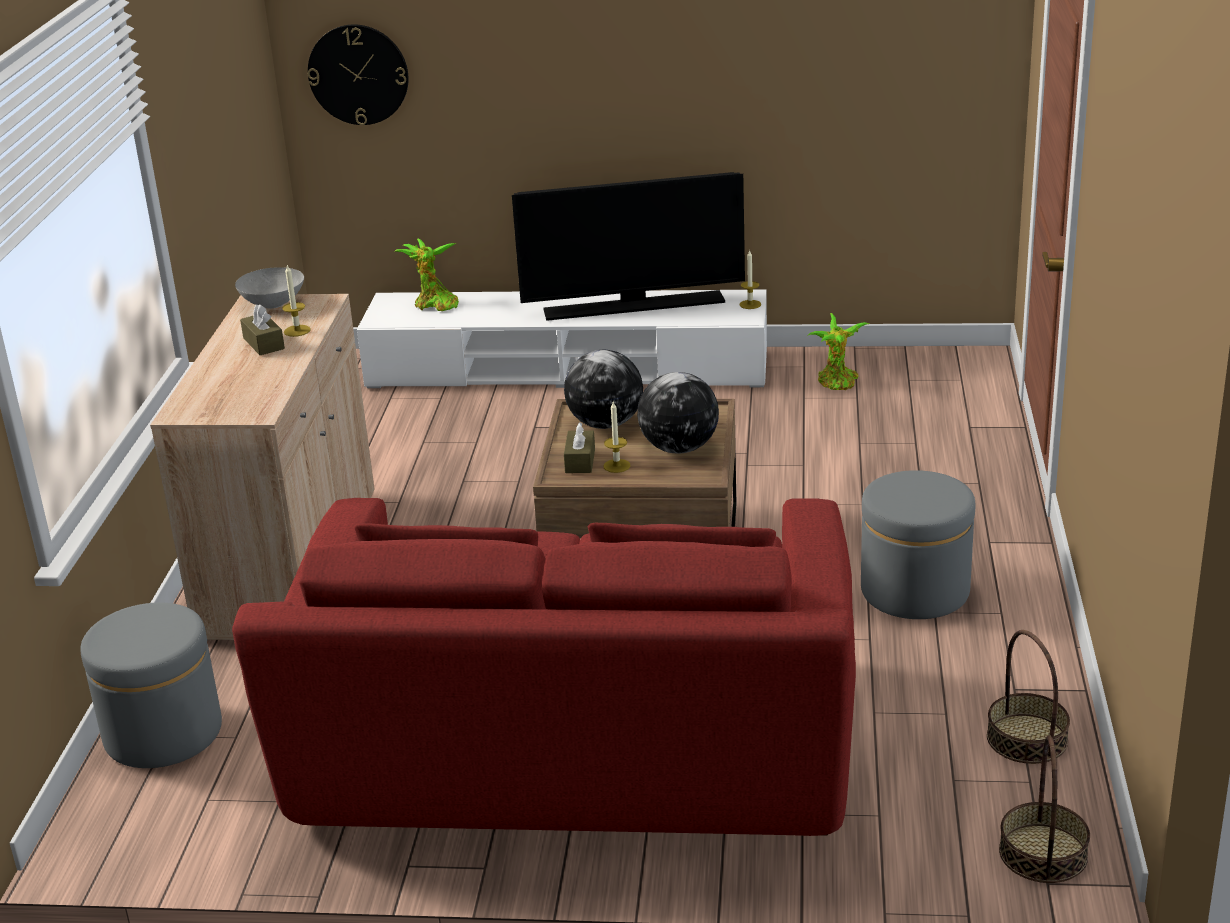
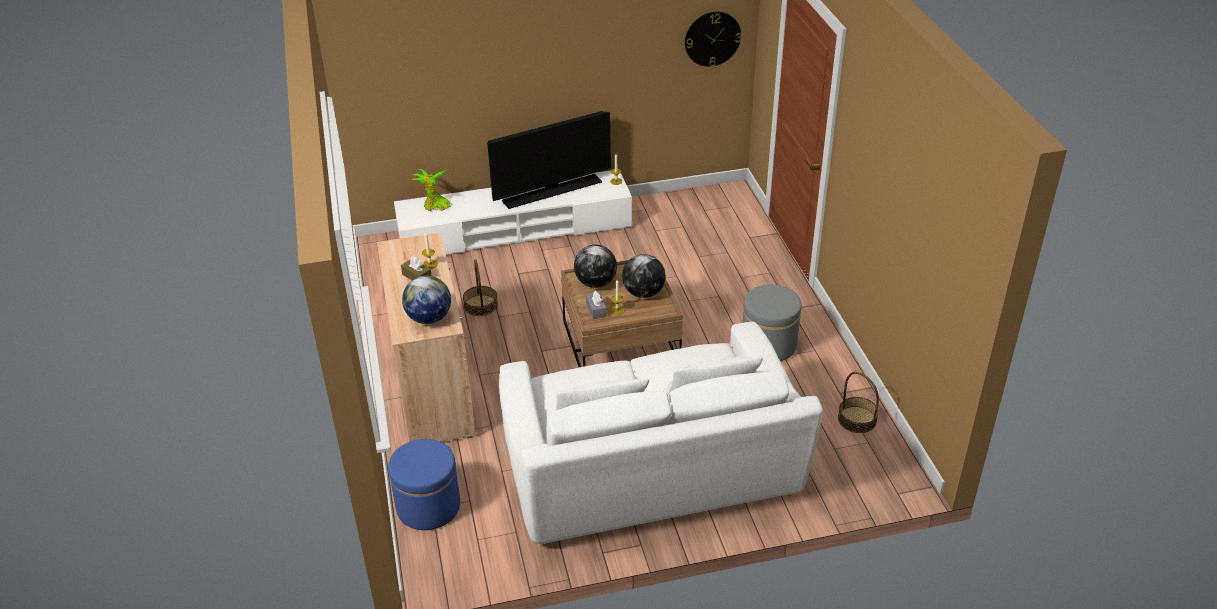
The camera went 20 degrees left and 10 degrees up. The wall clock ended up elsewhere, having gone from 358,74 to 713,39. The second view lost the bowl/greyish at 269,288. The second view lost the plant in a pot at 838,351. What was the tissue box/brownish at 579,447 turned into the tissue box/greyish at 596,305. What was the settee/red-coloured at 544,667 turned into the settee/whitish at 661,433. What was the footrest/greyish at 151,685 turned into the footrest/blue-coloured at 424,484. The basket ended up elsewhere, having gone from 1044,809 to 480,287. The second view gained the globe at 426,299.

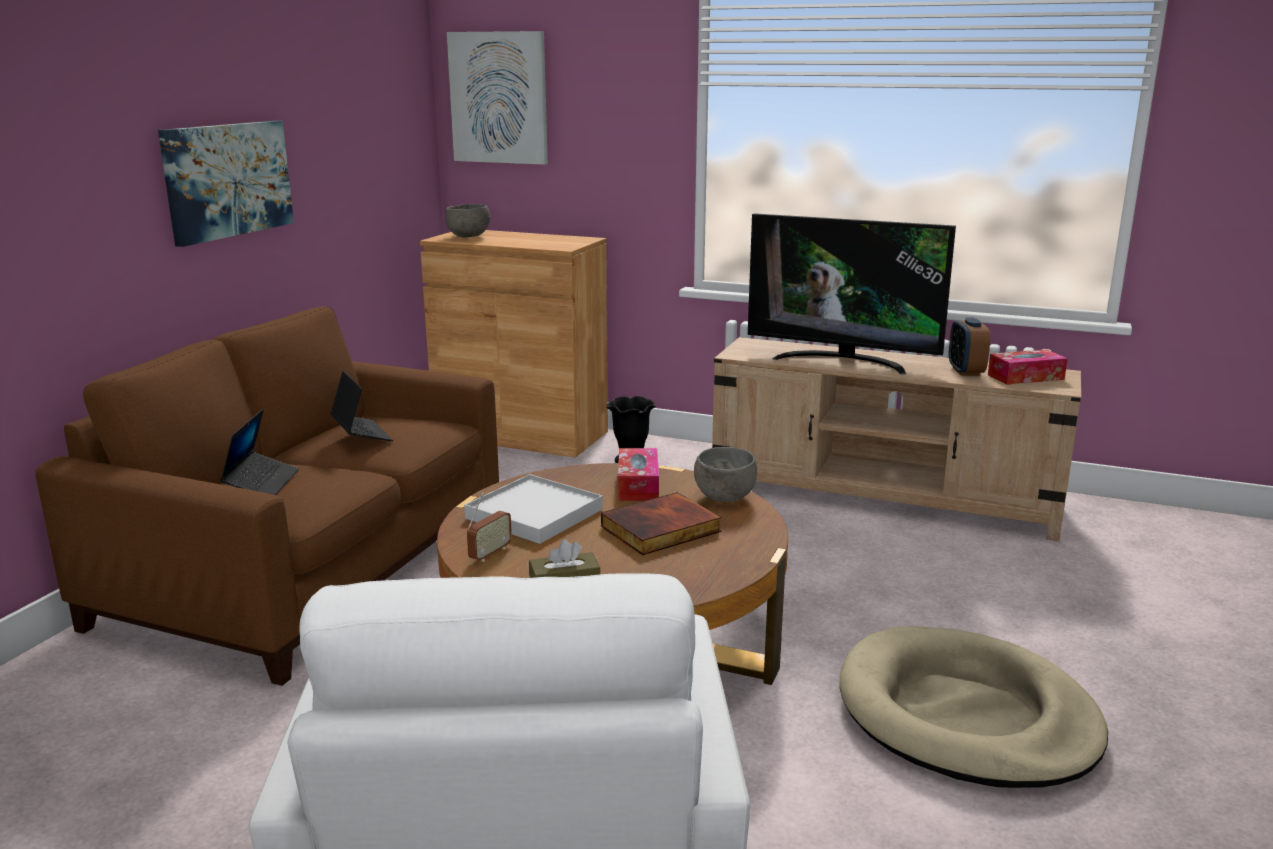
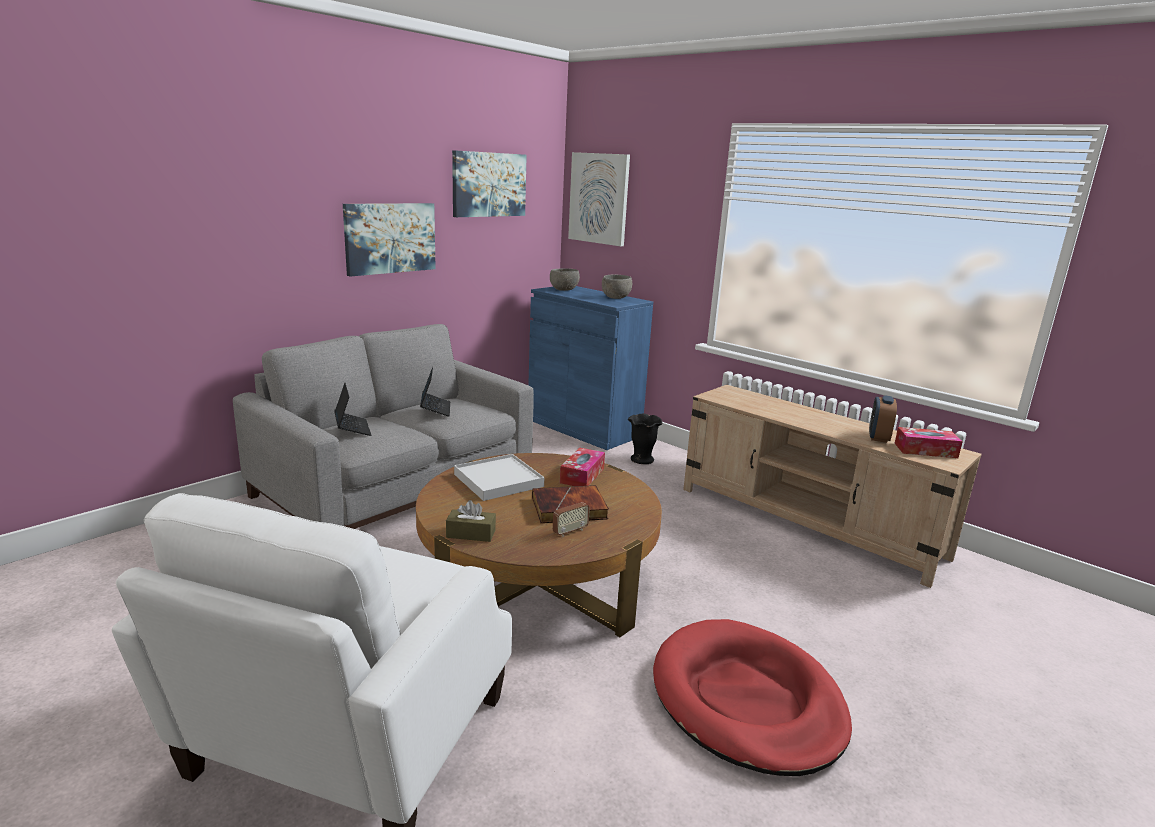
The camera went 20 degrees right and 0 degrees up. The second view lost the TV set at 852,293. What was the storage cabinet/brownish at 514,344 turned into the storage cabinet/blue-coloured at 590,368. What was the settee/brownish at 267,496 turned into the settee/greyish at 383,426. The laptop at 259,452 ended up facing another way, 45 degrees counterclockwise from before. The bowl/greyish ended up elsewhere, having gone from 725,474 to 617,287. The radio set ended up elsewhere, having gone from 489,526 to 571,512. What was the dog cushion/beige at 974,707 turned into the dog cushion/red-coloured at 752,697. The second view gained the picture at 489,183.

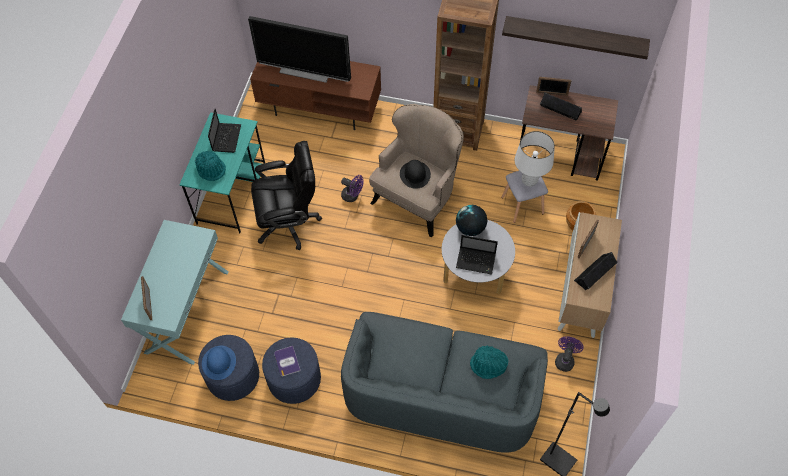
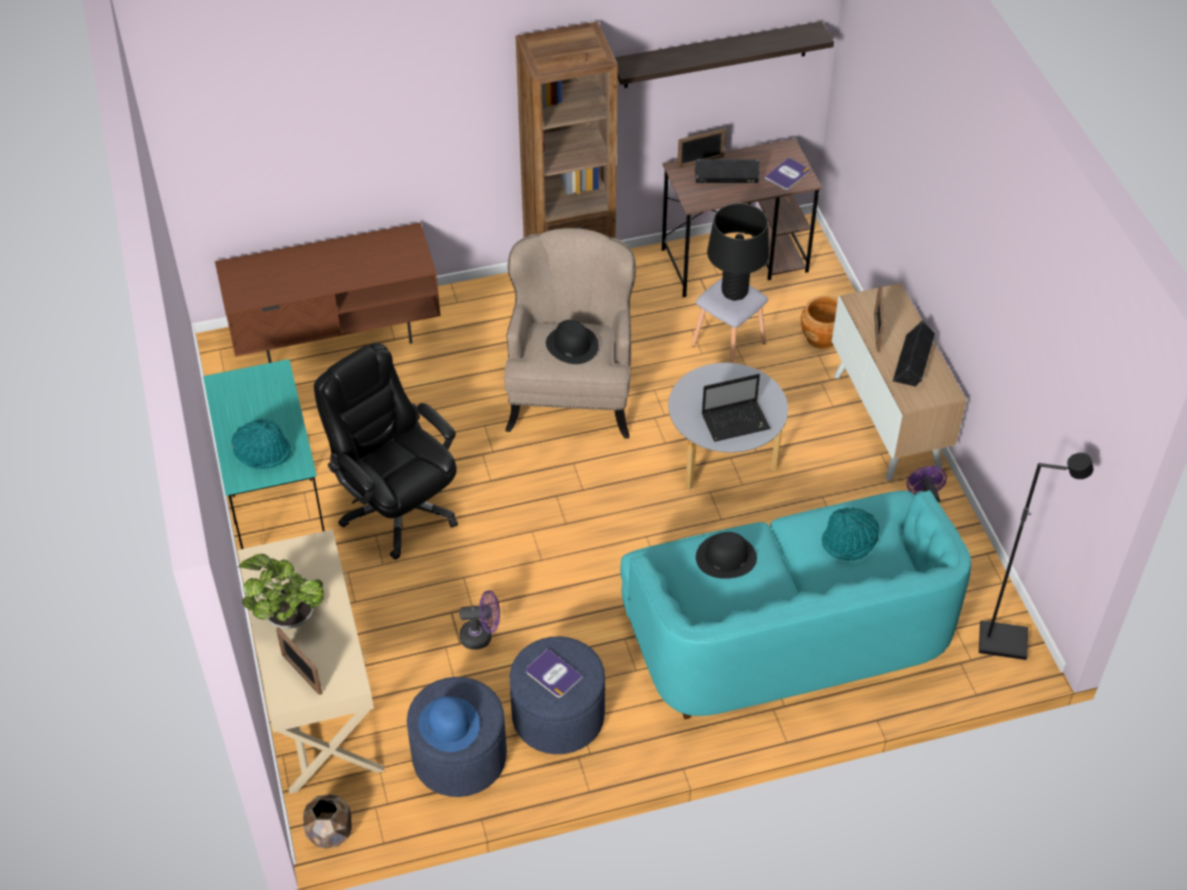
The camera went 30 degrees left and 10 degrees down. The second view lost the TV set at 299,49. The second view lost the laptop at 224,131. What was the tabletop lamp/whitish at 534,159 turned into the tabletop lamp/blackish at 738,252. The office chair/blackish at 286,195 ended up facing another way, 90 degrees counterclockwise from before. The cooling fan/purple ended up elsewhere, having gone from 352,188 to 479,620. The second view lost the globe at 471,220. What was the narrow table/blue-green at 174,292 turned into the narrow table/beige at 311,661. What was the settee/greyish at 444,382 turned into the settee/blue-green at 795,605. The second view gained the volume at 787,173. The second view gained the hat/blackish at 726,555. The second view gained the plant in a pot at 281,591. The second view gained the planter/brownish at 327,821.

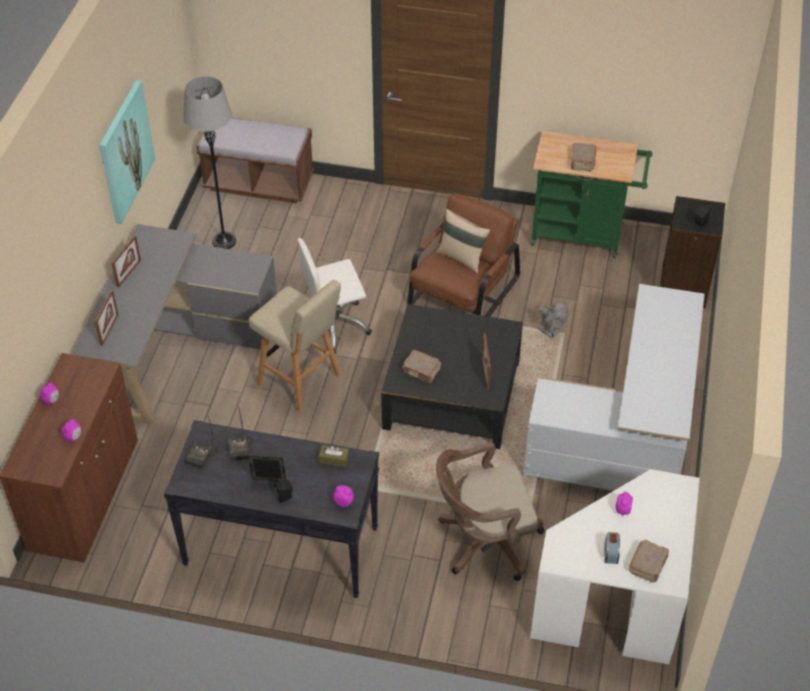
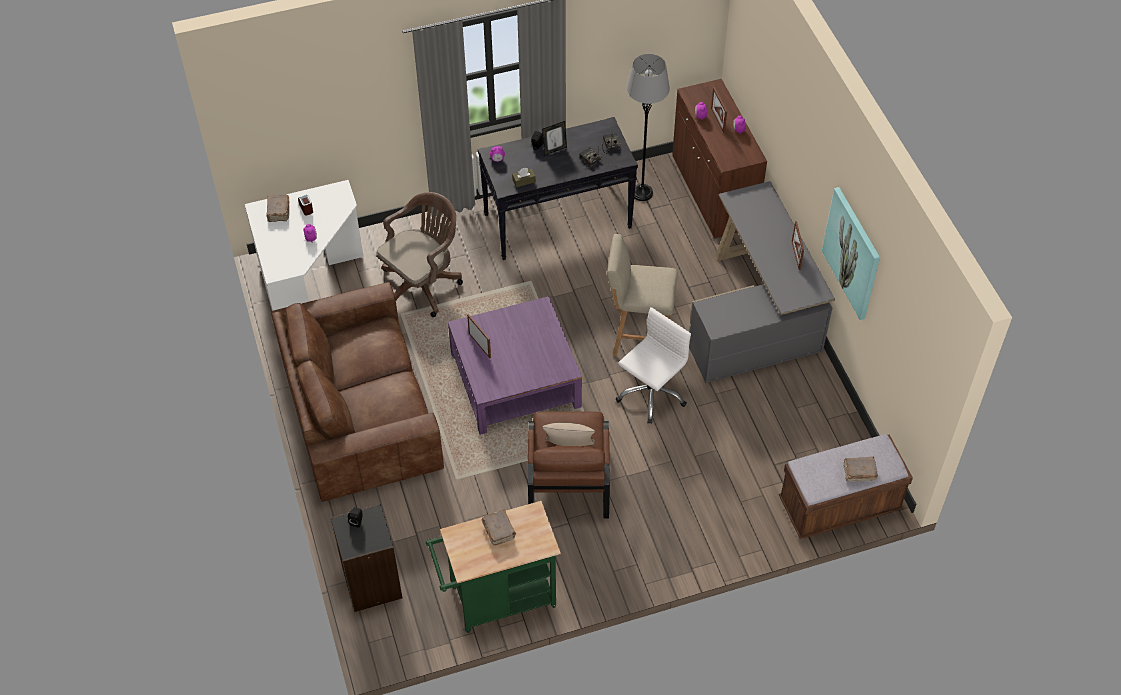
The camera went 150 degrees right and 5 degrees up. The standing lamp/greyish ended up elsewhere, having gone from 209,162 to 648,127. Where the desk unit/whitish stood at 614,387, the settee/brownish came to stand at 357,392. The picture frame ended up elsewhere, having gone from 106,318 to 719,110. The second view lost the cooling fan/greyish at 552,320. What was the low table/blackish at 452,376 turned into the low table/purple at 515,365. The volume/brownish ended up elsewhere, having gone from 421,367 to 861,469.

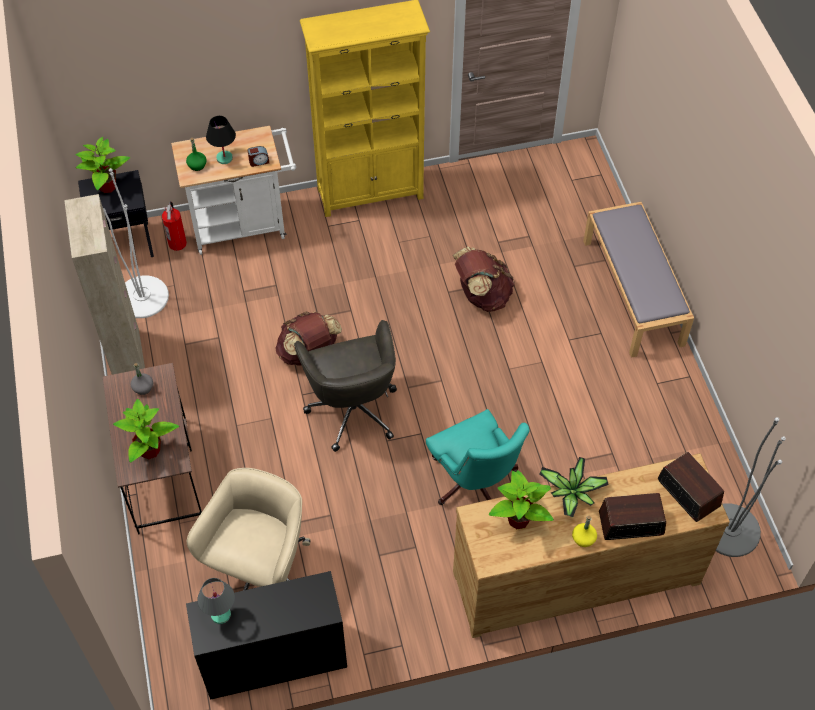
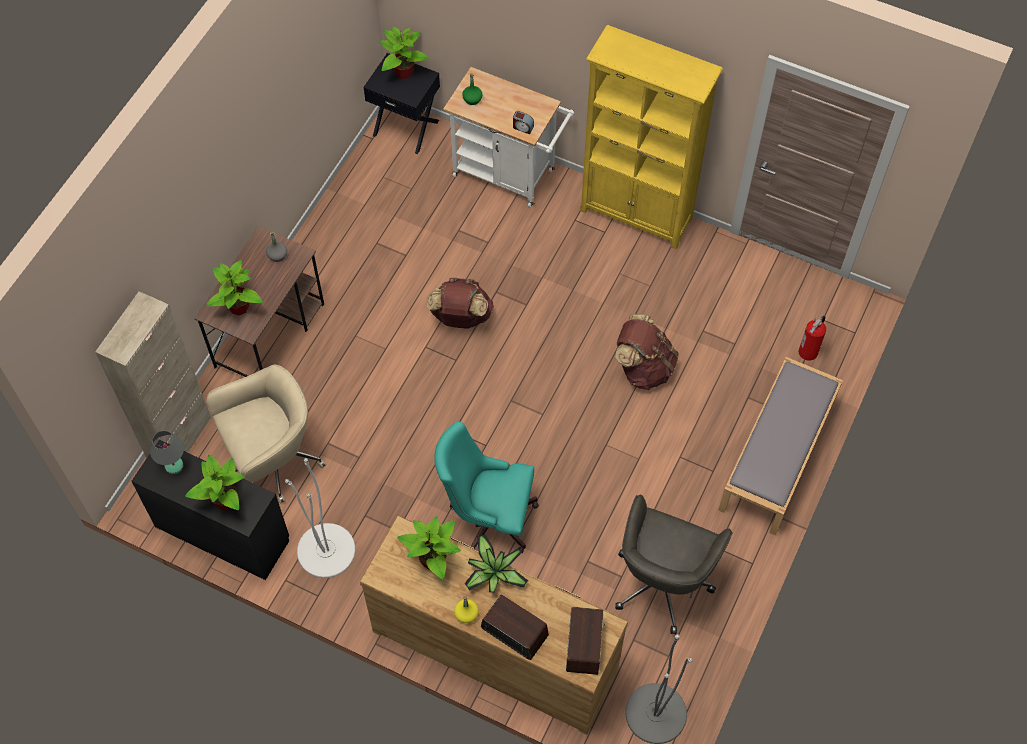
The camera went 40 degrees right and 5 degrees up. The second view lost the tabletop lamp/blackish at 221,140. The standing lamp/whitish ended up elsewhere, having gone from 136,243 to 320,518. The storage cabinet/beige ended up elsewhere, having gone from 104,284 to 153,375. The fire extinguisher ended up elsewhere, having gone from 174,226 to 812,338. The office chair/greyish ended up elsewhere, having gone from 345,386 to 674,564. The office chair/blue-green at 478,457 ended up facing another way, 90 degrees clockwise from before. The second view gained the plant in a pot at 215,482.

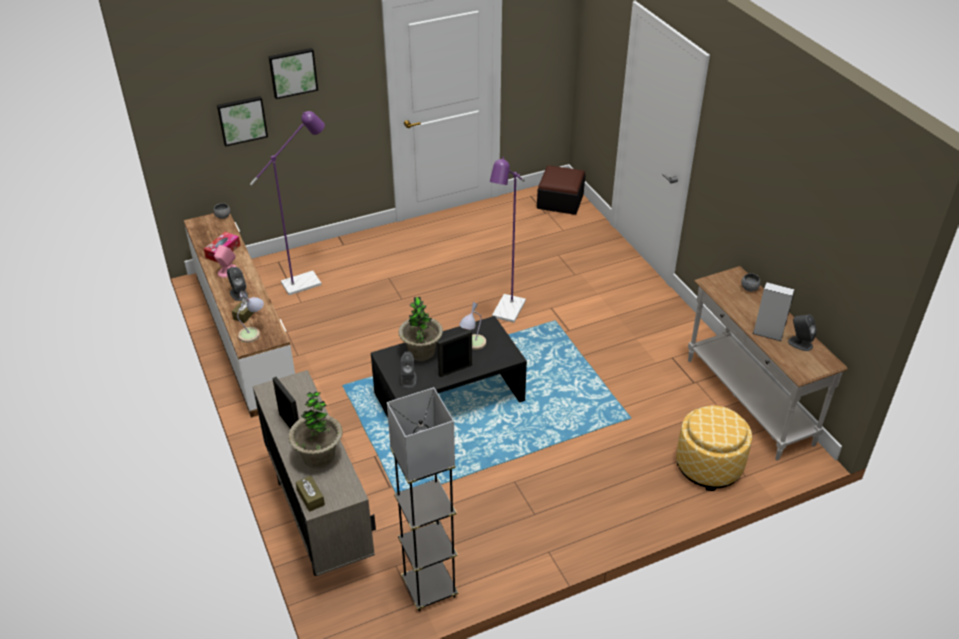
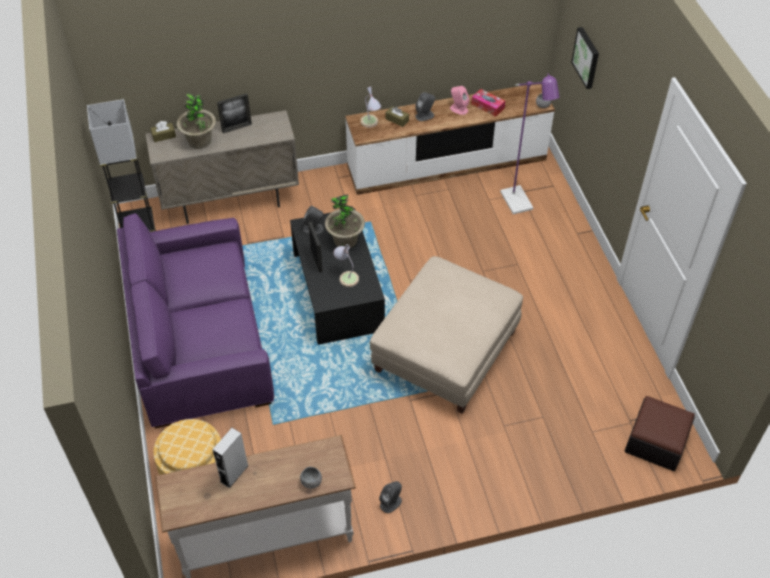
The camera went 100 degrees right and 10 degrees up. The second view lost the picture at 293,73. Where the standing lamp/purple stood at 508,239, the footrest/beige came to stand at 446,335. The speaker/greyish ended up elsewhere, having gone from 802,332 to 390,497. The second view gained the settee/purple at 195,321.

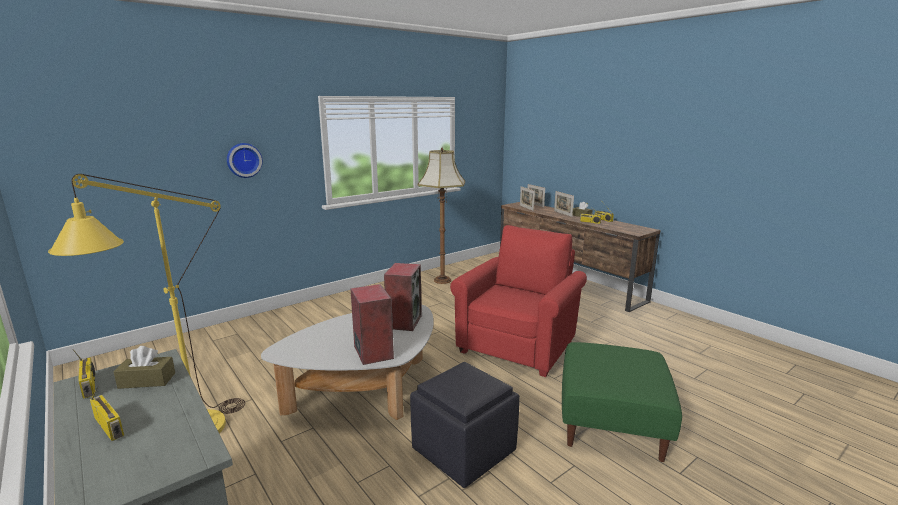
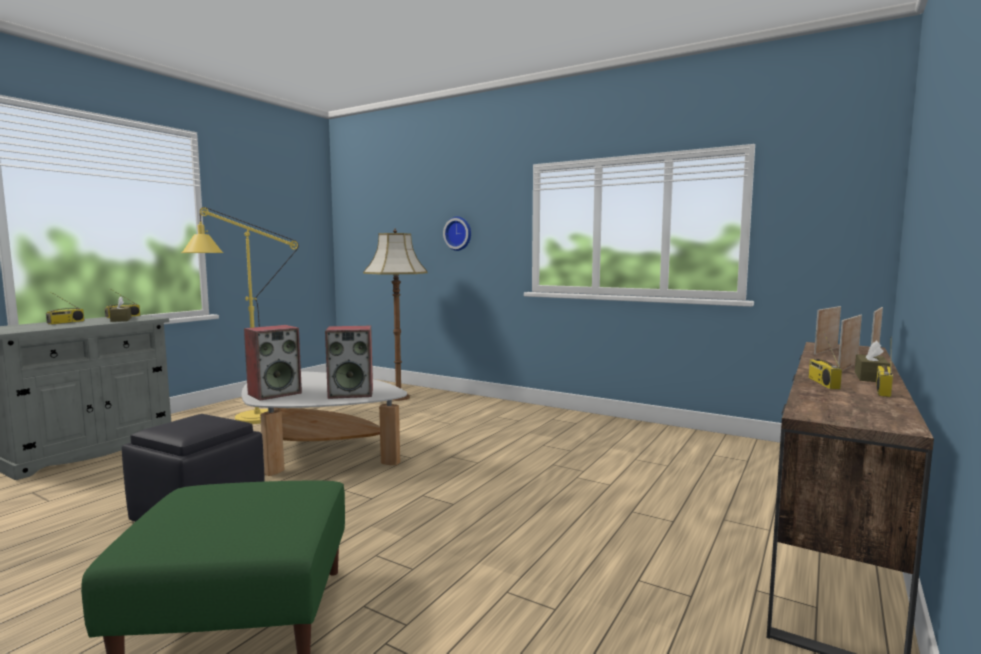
The camera went 70 degrees right and 10 degrees down. The standing lamp ended up elsewhere, having gone from 441,215 to 395,314. The second view lost the lounge chair/red-coloured at 518,301.

